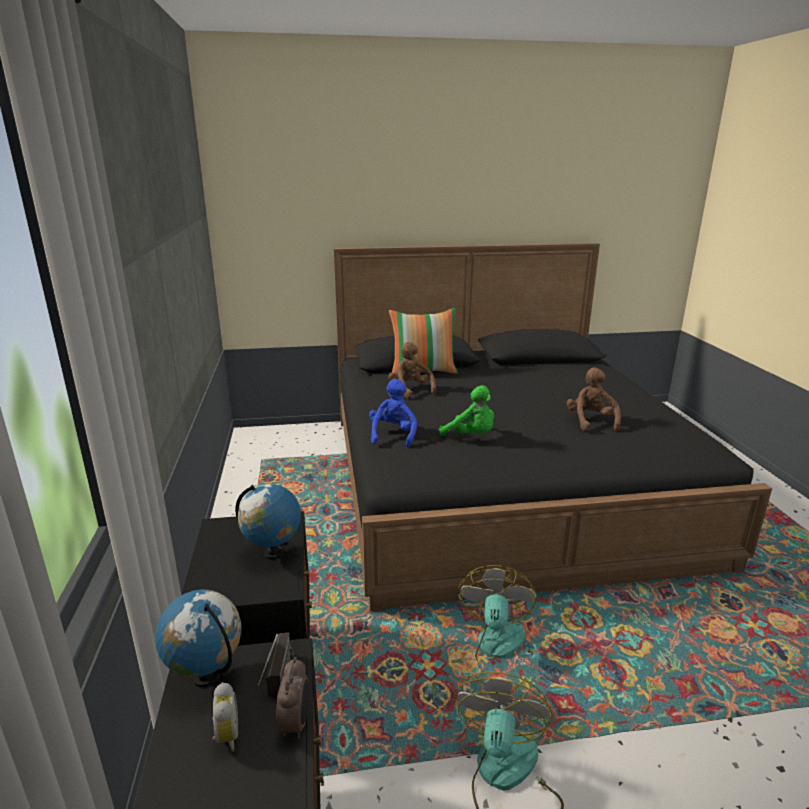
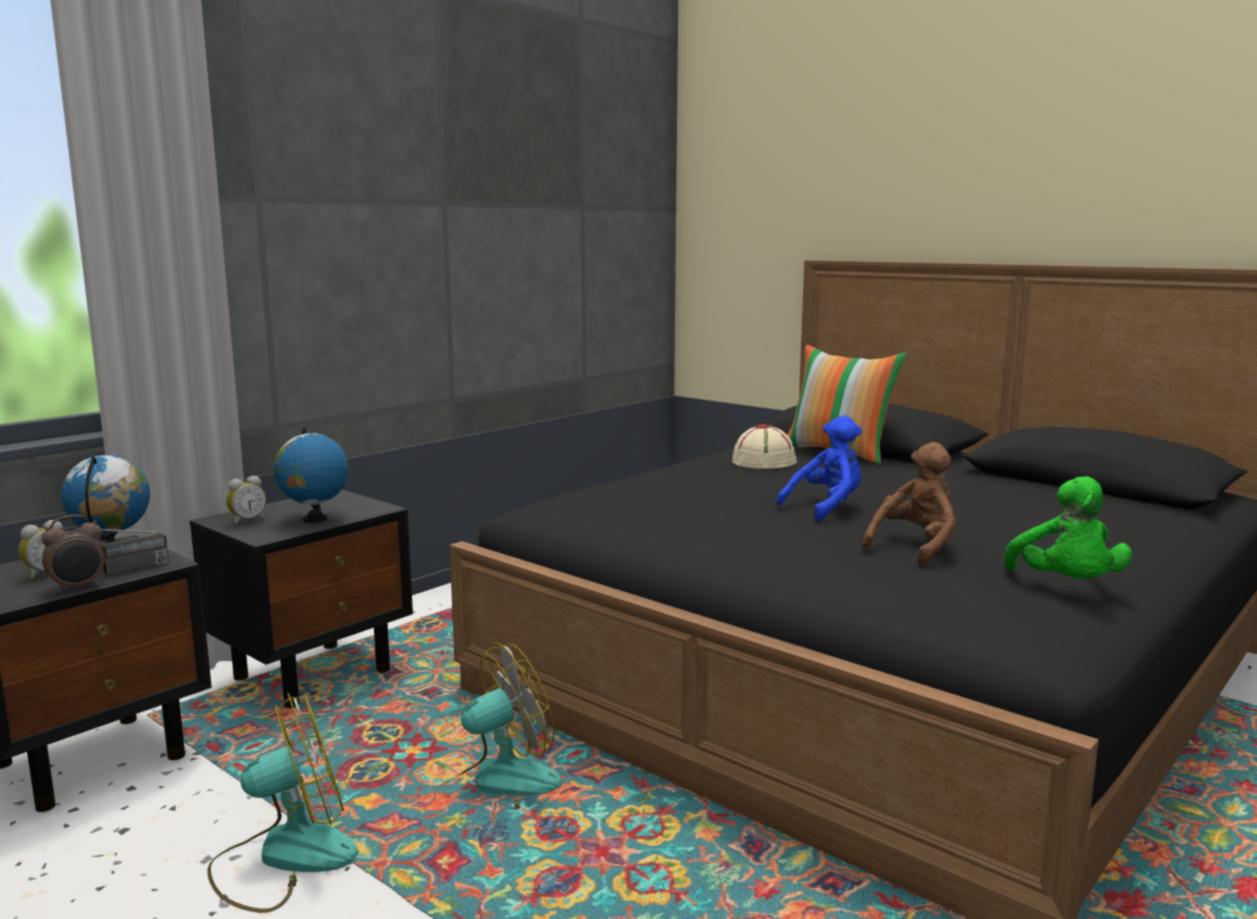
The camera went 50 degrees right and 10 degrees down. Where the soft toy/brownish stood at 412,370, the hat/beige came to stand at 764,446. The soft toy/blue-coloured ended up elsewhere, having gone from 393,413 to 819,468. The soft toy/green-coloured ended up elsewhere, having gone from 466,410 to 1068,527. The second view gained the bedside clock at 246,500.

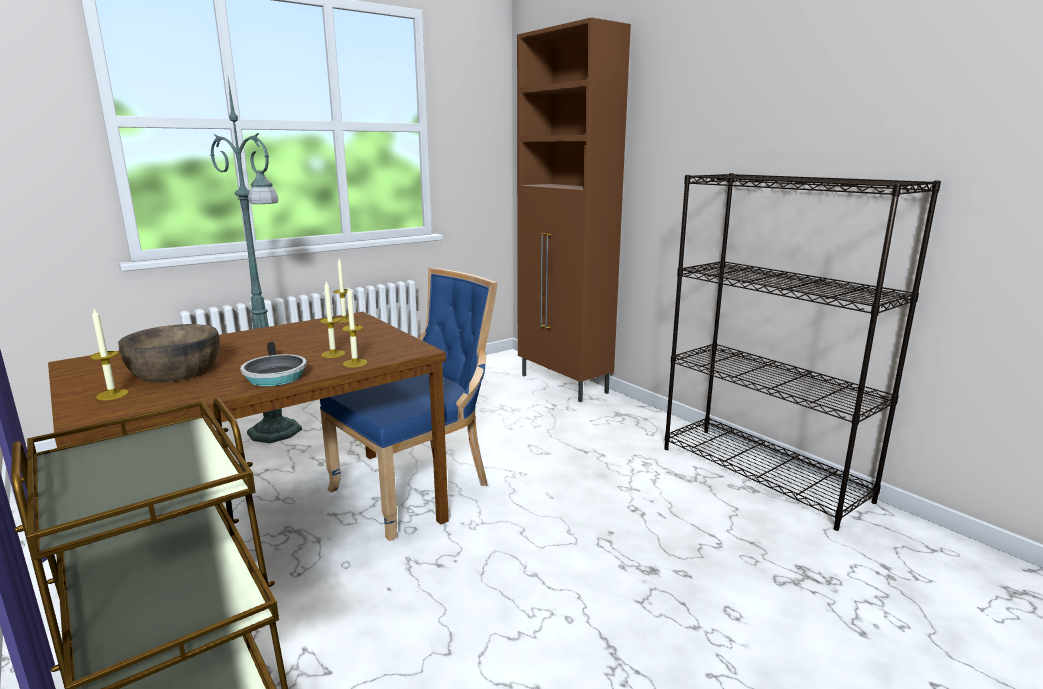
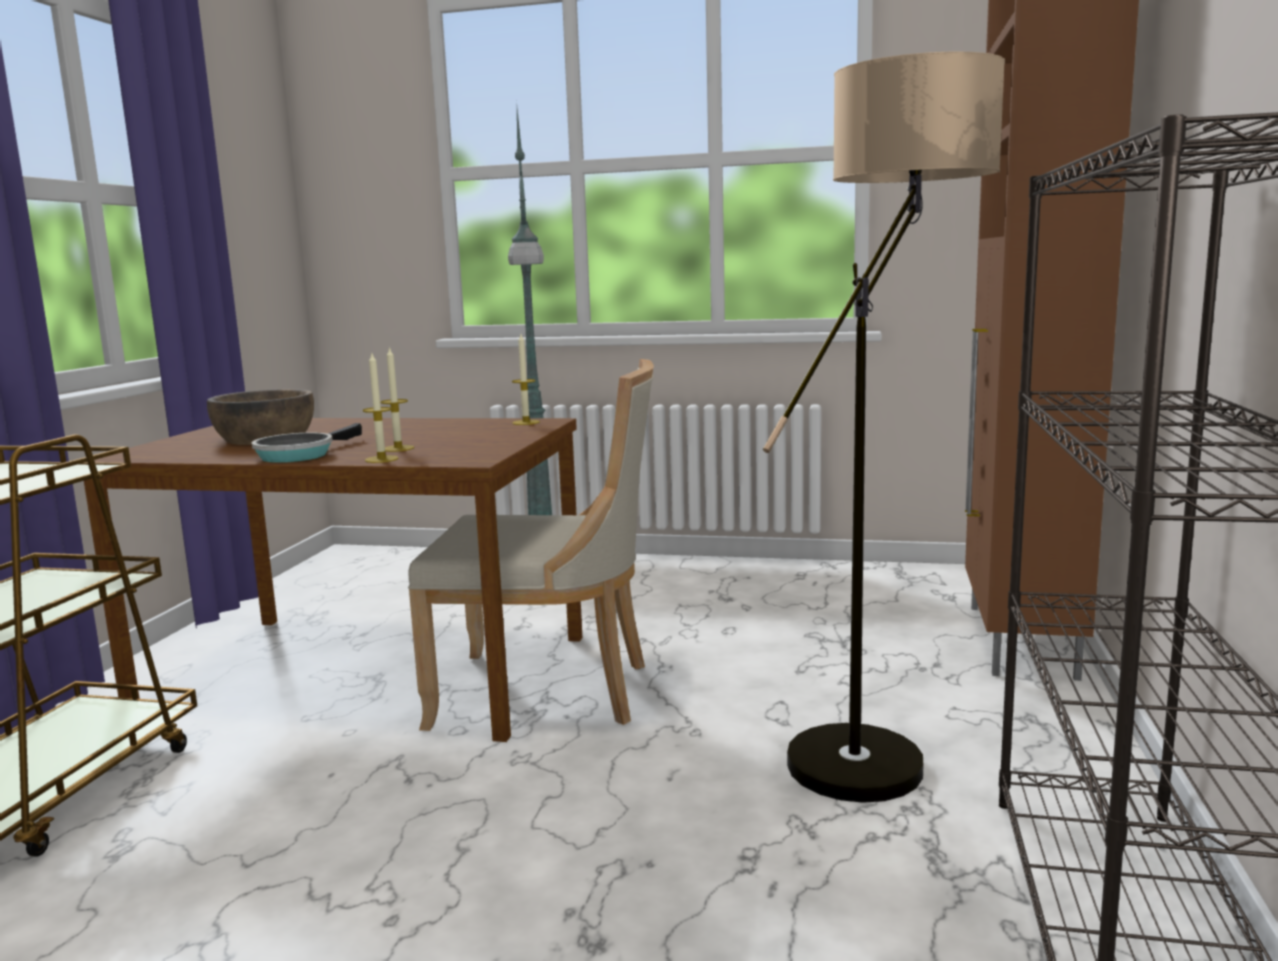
The camera went 50 degrees right and 5 degrees down. What was the upright chair/blue-coloured at 409,404 turned into the upright chair/beige at 531,545. The second view lost the candle at 109,354. The second view gained the standing lamp at 884,427.

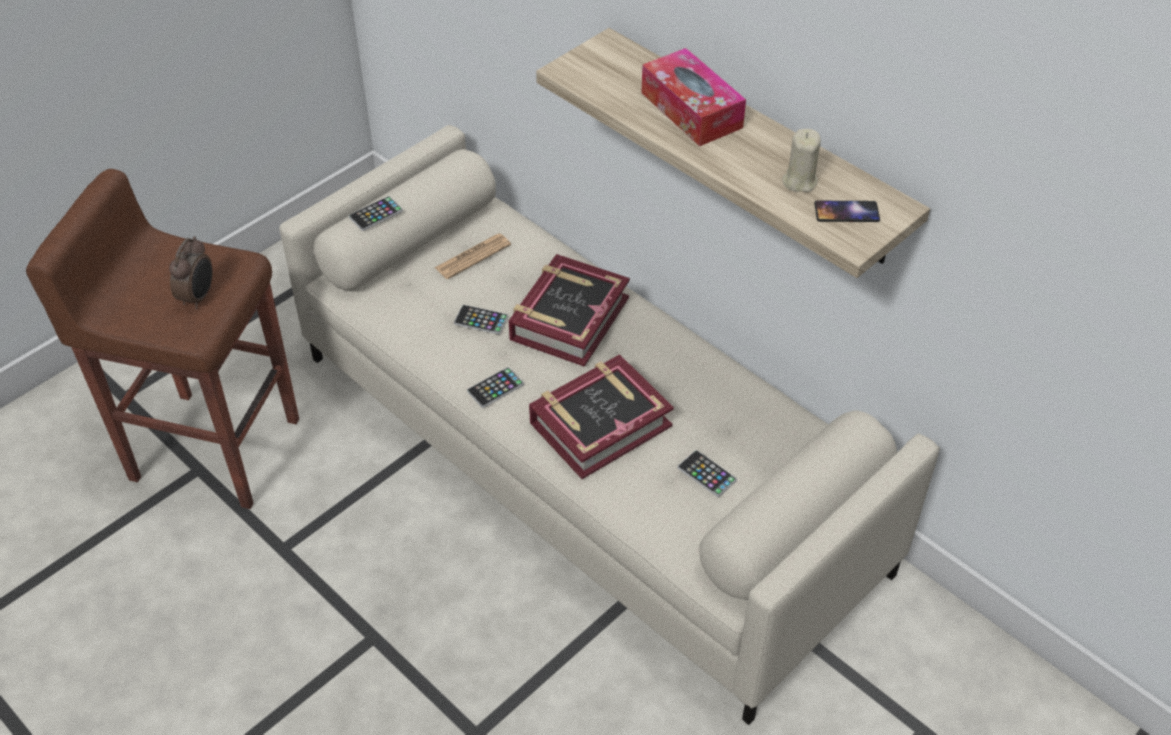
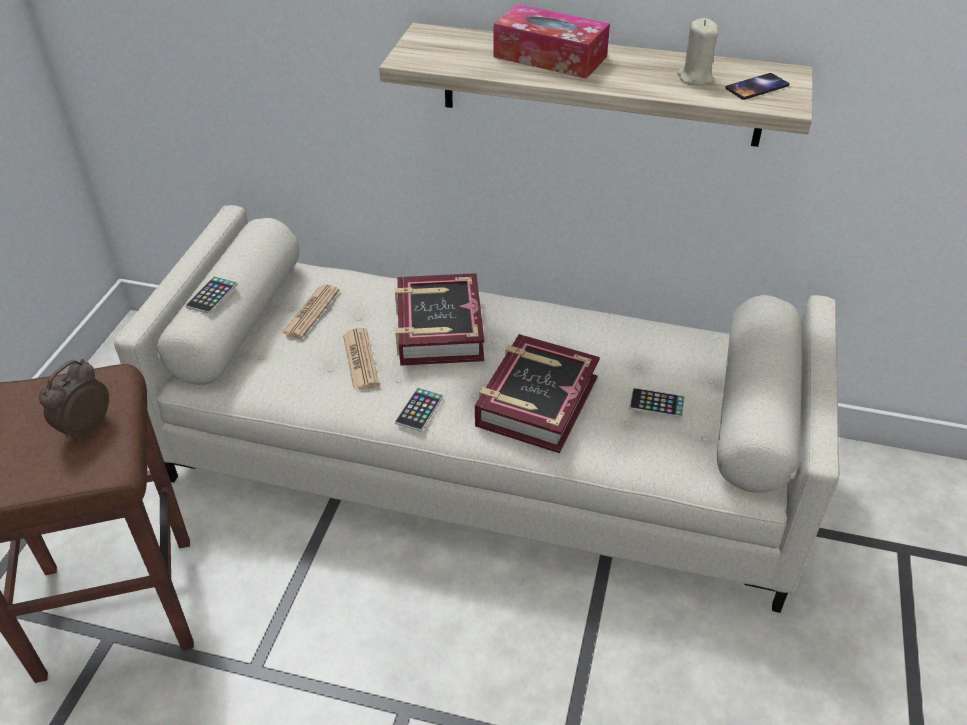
The camera went 30 degrees left and 5 degrees down. The bedside clock at 191,272 ended up facing another way, 135 degrees counterclockwise from before. Where the phone stood at 481,319, the newspaper came to stand at 361,359.

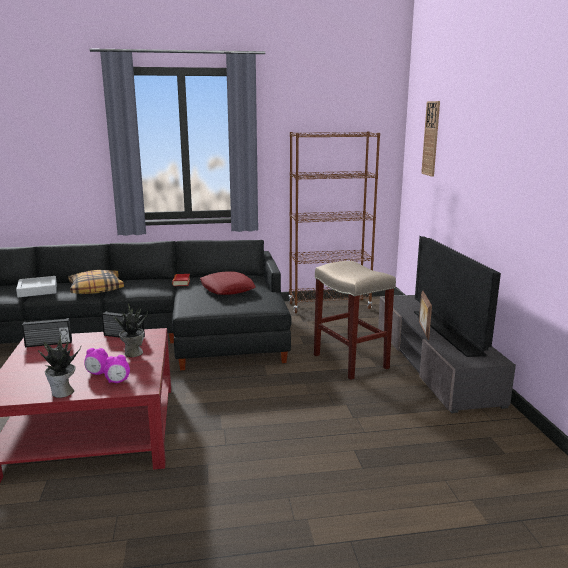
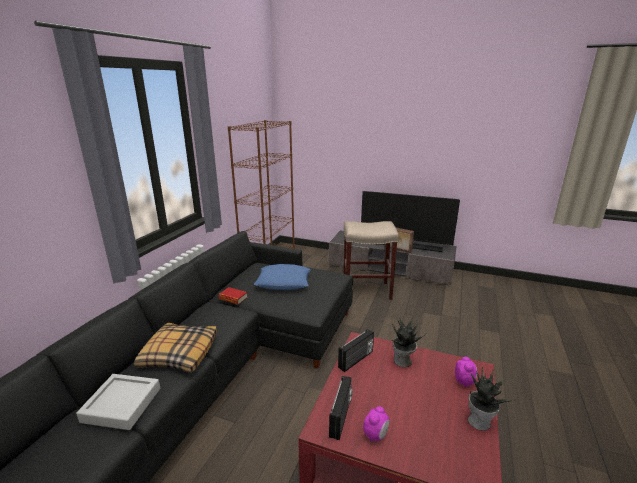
The camera went 60 degrees left and 5 degrees up. The second view lost the wall clock at 430,139. What was the cushion/red-coloured at 228,283 turned into the cushion/blue-coloured at 282,277. The bedside clock ended up elsewhere, having gone from 96,361 to 376,424.

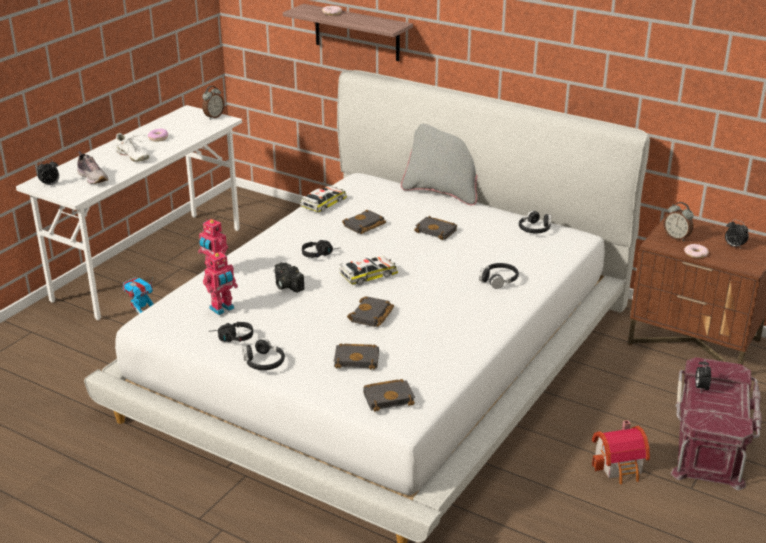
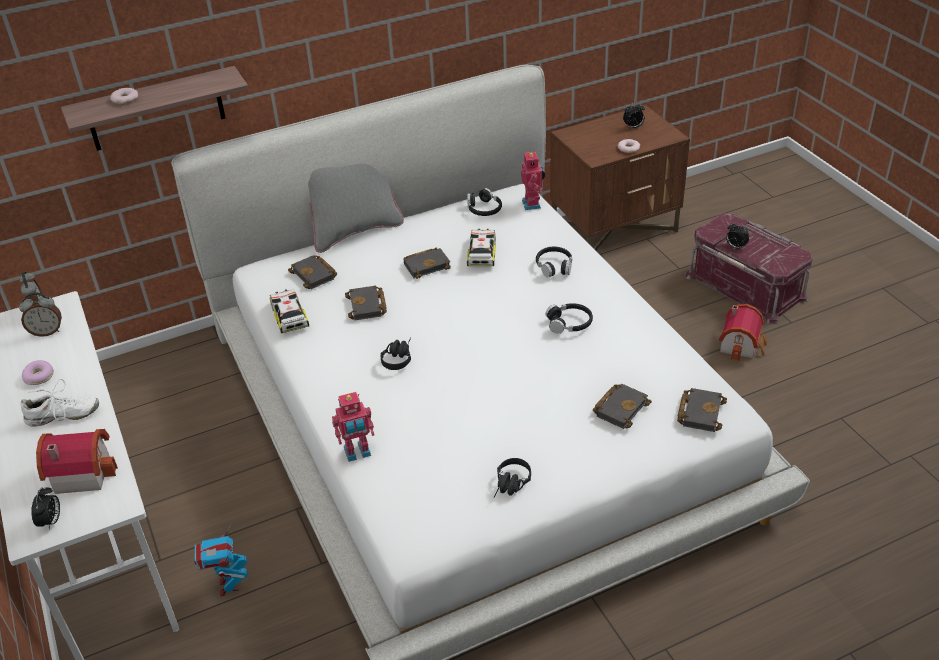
The camera went 55 degrees left and 10 degrees up. Where the low shoe stood at 92,167, the toy house came to stand at 77,461. The bedside clock ended up elsewhere, having gone from 678,222 to 40,314. The model robot ended up elsewhere, having gone from 220,283 to 533,180. The toy car ended up elsewhere, having gone from 369,270 to 481,247. The second view lost the still camera at 289,278. The volume/blackish ended up elsewhere, having gone from 370,311 to 312,272. The headset/blackish ended up elsewhere, having gone from 263,354 to 569,318.

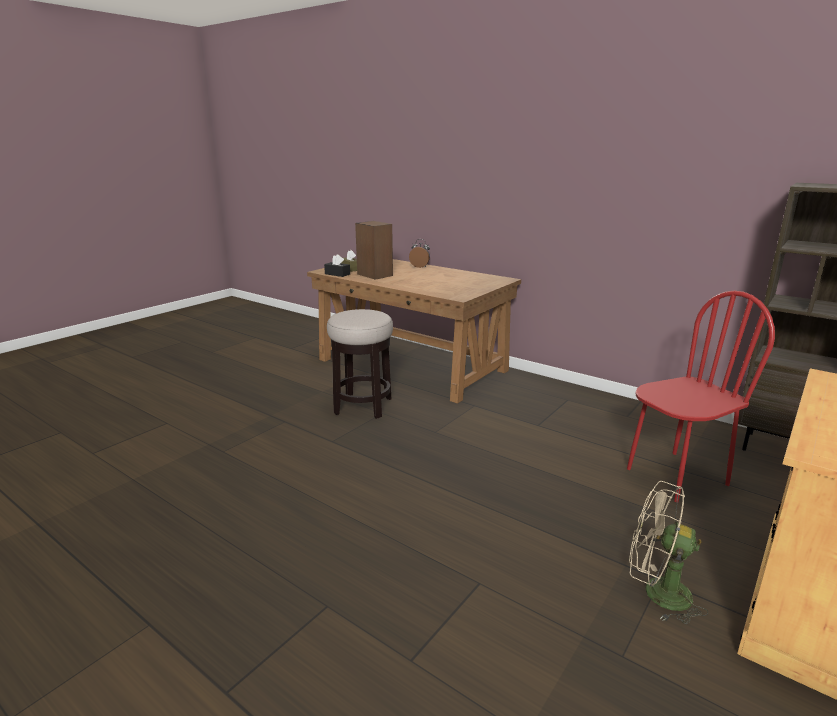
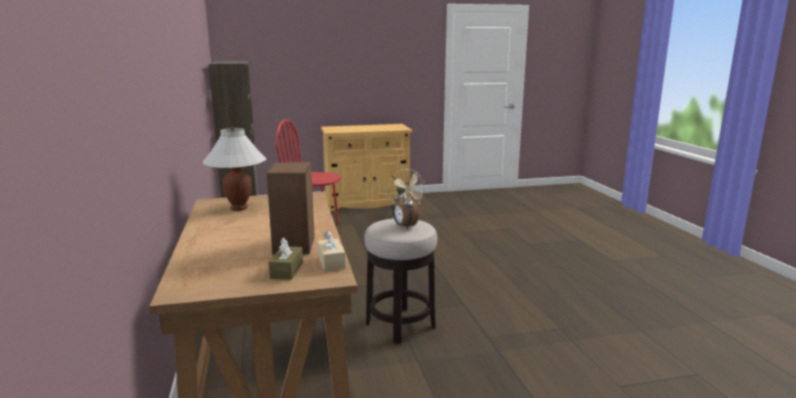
The camera went 140 degrees left and 5 degrees down. The bedside clock ended up elsewhere, having gone from 419,253 to 406,209. What was the tissue box/blackish at 337,265 turned into the tissue box/beige at 331,250. The second view gained the tabletop lamp/whitish at 235,169.

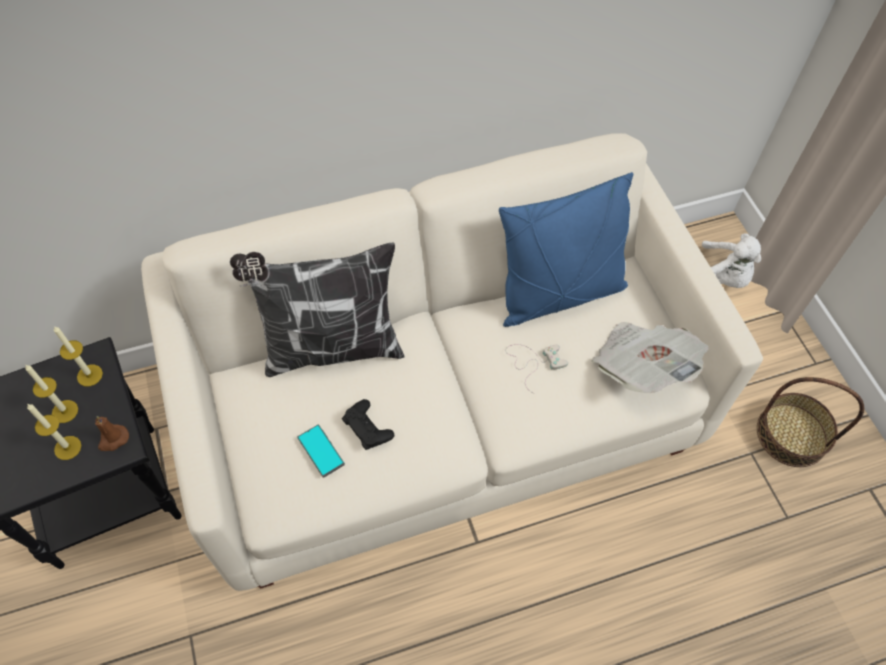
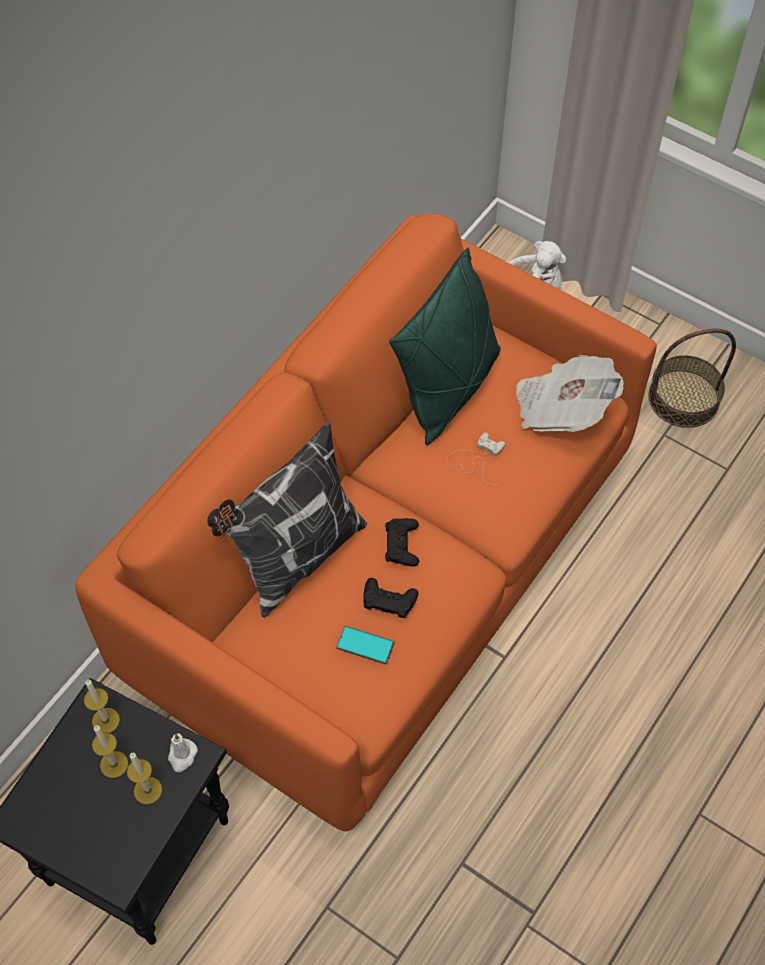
The camera went 35 degrees left and 0 degrees up. What was the settee/whitish at 452,362 turned into the settee/orangey at 366,522. What was the cushion/blue-coloured at 566,249 turned into the cushion/green-coloured at 445,347. What was the candle/brownish at 112,433 turned into the candle/whitish at 183,752. The second view gained the joypad/blackish at 402,542.

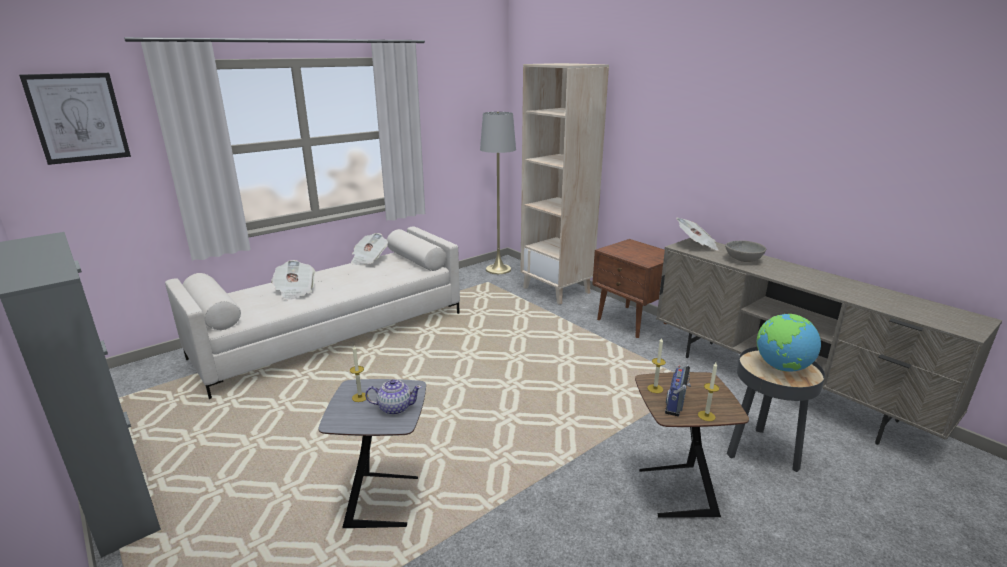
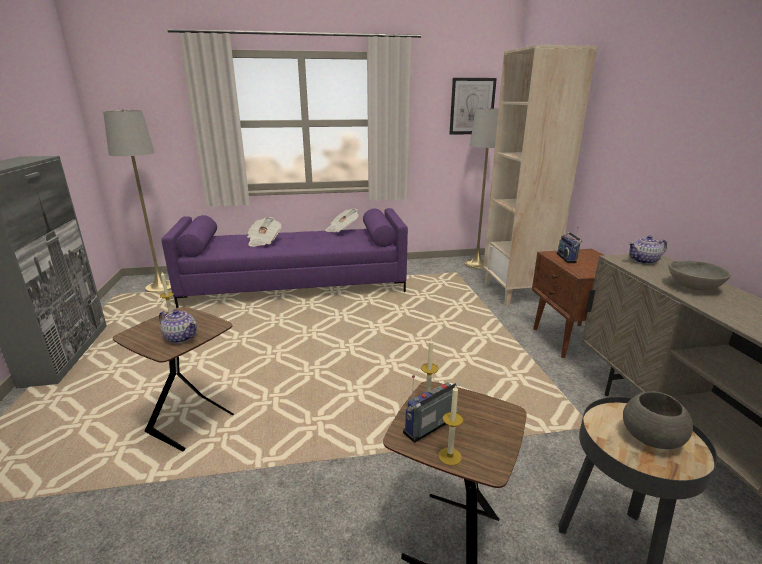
The camera went 30 degrees right and 0 degrees up. The picture ended up elsewhere, having gone from 75,119 to 473,106. Where the newspaper stood at 697,234, the pot for tea came to stand at 647,249. What was the settee/whitish at 312,312 turned into the settee/purple at 284,258. Where the globe stood at 789,343, the bowl/greyish came to stand at 658,420. What was the end table/greyish at 372,453 turned into the end table/brownish at 173,379. The second view gained the standing lamp/greyish at 137,201. The second view gained the radio set at 569,245.

